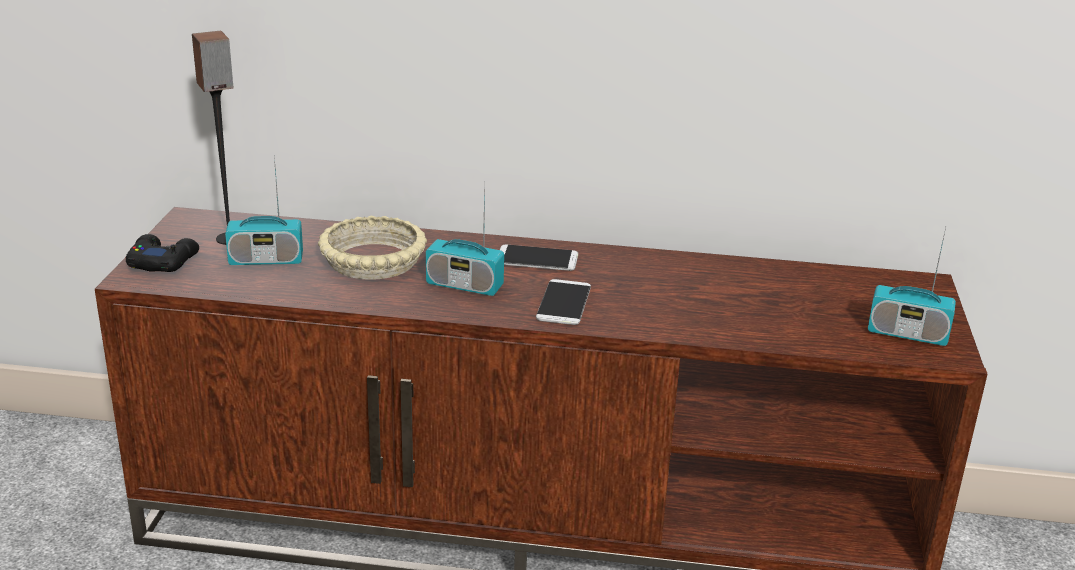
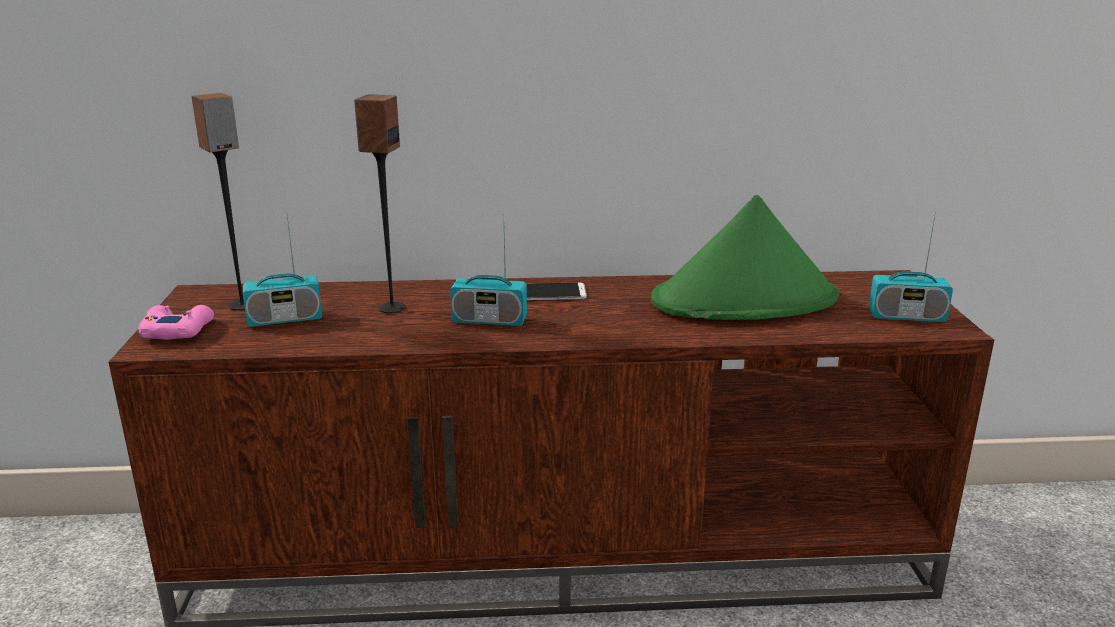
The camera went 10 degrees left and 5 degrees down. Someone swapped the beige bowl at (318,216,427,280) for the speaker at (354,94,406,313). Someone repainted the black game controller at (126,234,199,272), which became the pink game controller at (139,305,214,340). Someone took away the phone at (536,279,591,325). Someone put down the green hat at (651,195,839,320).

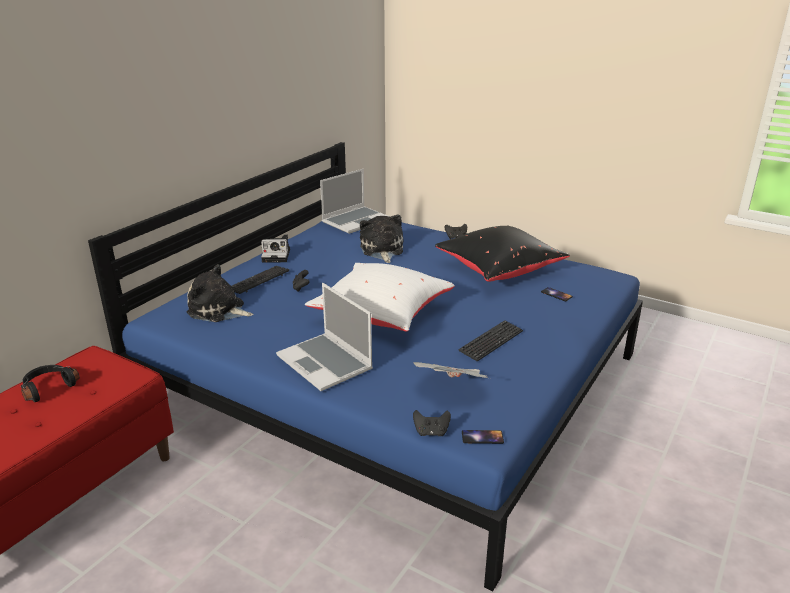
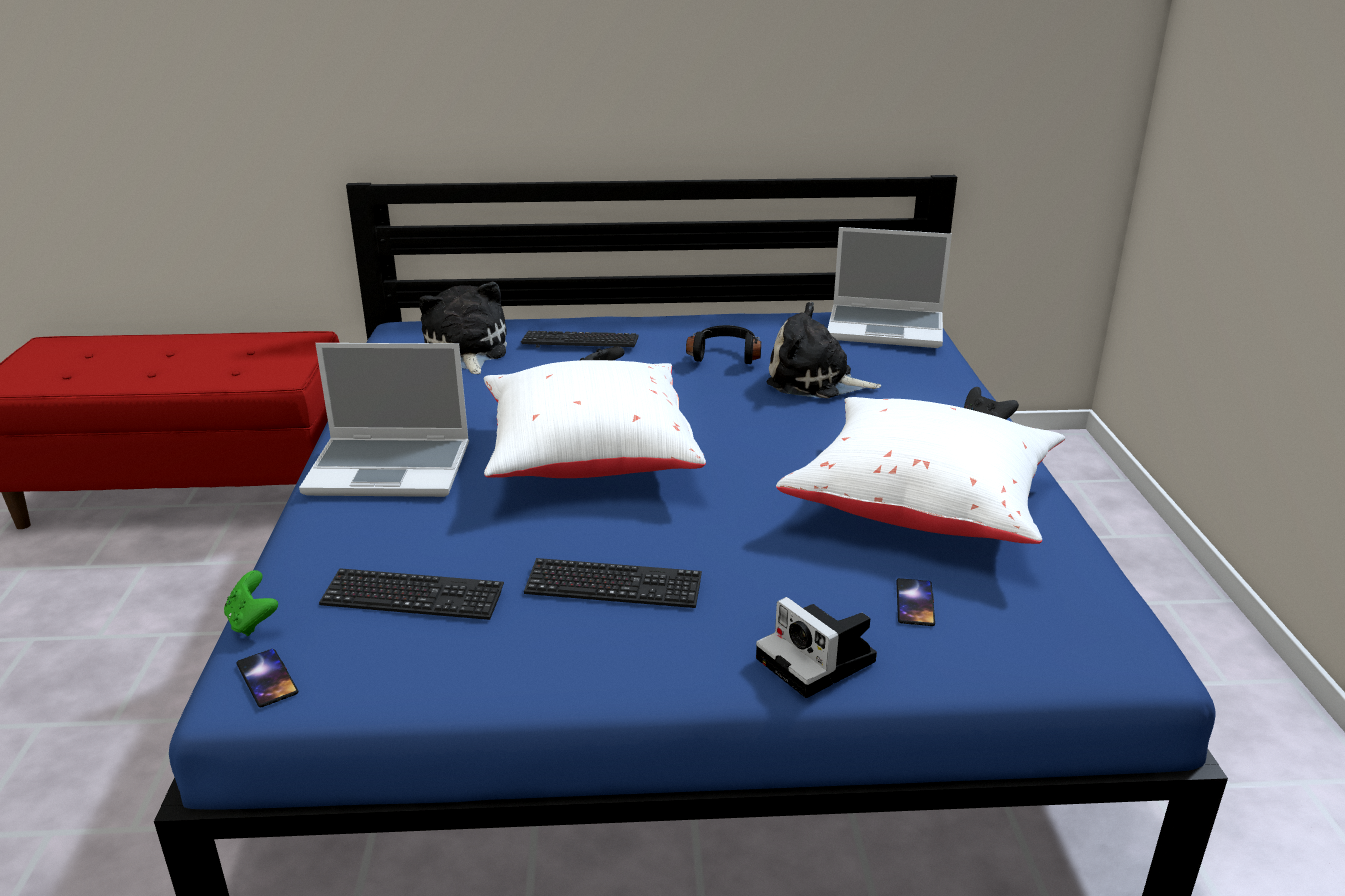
The camera went 55 degrees right and 0 degrees up. Someone rotated the plush toy at (360,215,403,263) by 120 degrees counterclockwise. Someone repainted the black pillow at (435,226,570,282), which became the white pillow at (776,397,1065,544). Someone carried the photo camera from (261,234,290,263) to (756,597,877,698). Someone rotated the laptop at (276,283,373,391) by 105 degrees counterclockwise. Someone swapped the newspaper at (414,362,490,379) for the keyboard at (319,568,504,620). Someone carried the black headphones from (21,365,80,402) to (686,325,761,364). Someone repainted the black game controller at (413,410,451,436), which became the green game controller at (224,570,278,636).

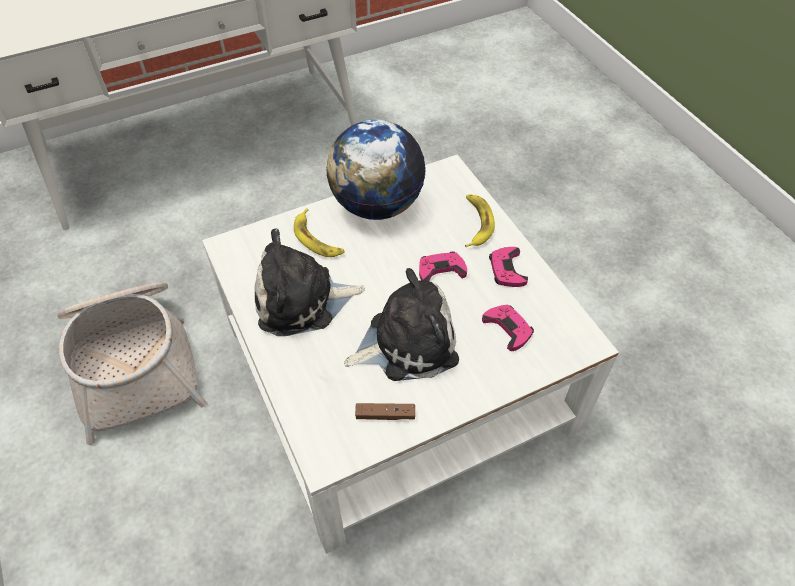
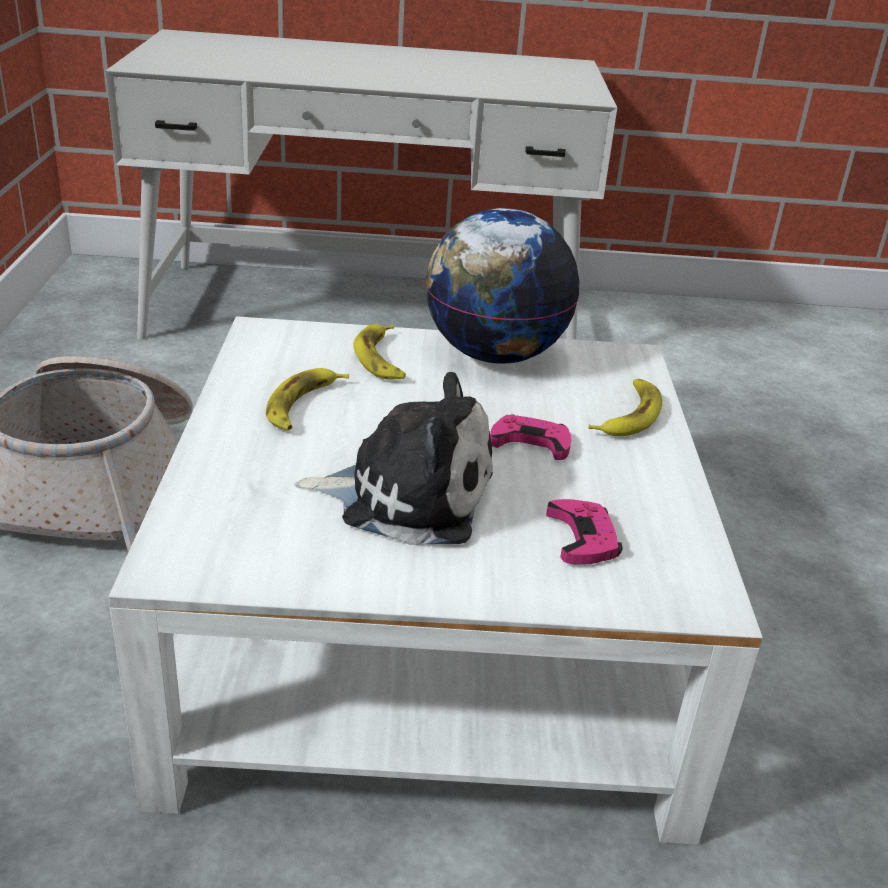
The camera went 25 degrees right and 20 degrees down. Someone swapped the plush toy at (254,228,365,336) for the banana at (266,368,349,430). Someone took away the pink game controller at (489,247,528,287). Someone took away the brown game controller at (355,403,415,420).

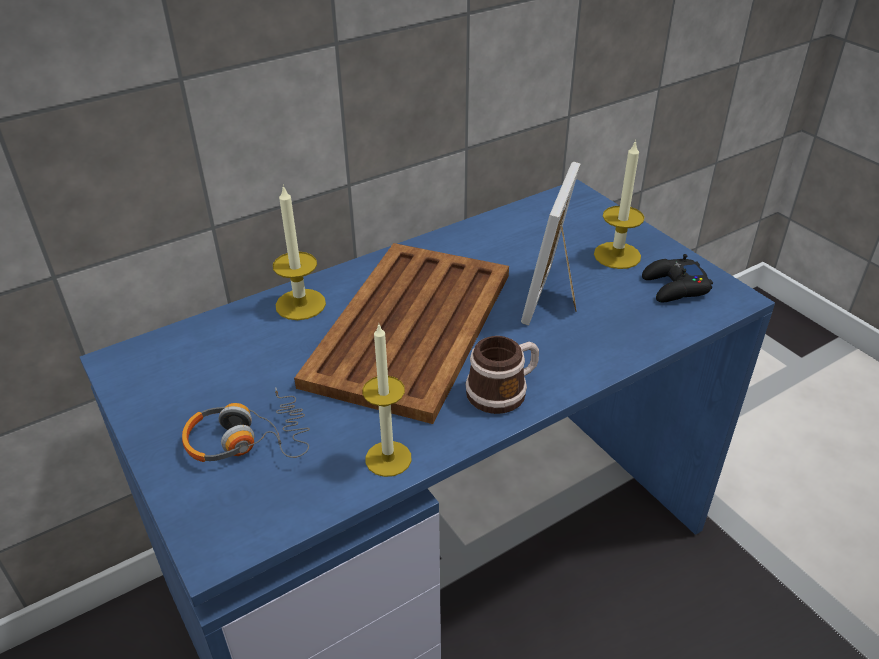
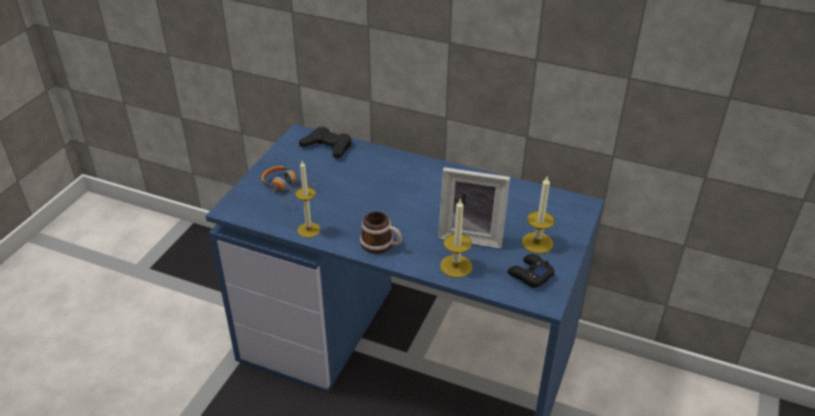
The camera went 55 degrees right and 0 degrees up. Someone rotated the picture frame at (521,162,580,326) by 150 degrees counterclockwise. Someone carried the candle from (273,185,326,320) to (440,198,472,278). Someone took away the brown tray at (294,243,509,424). Someone put down the black game controller at (299,127,351,159).

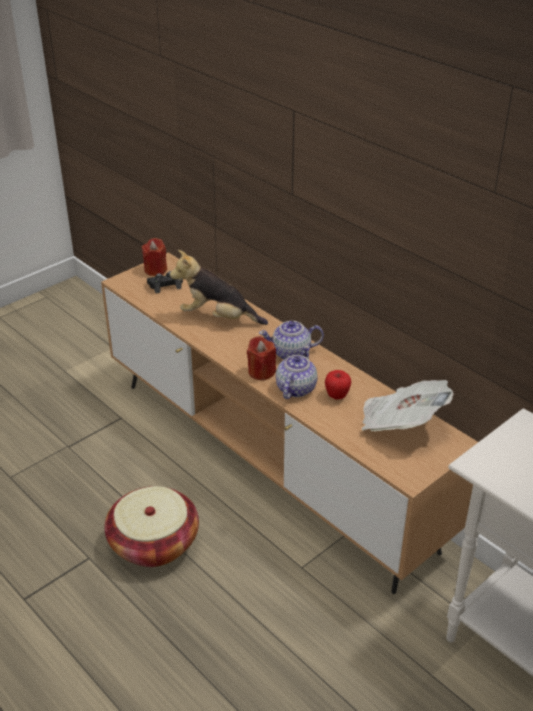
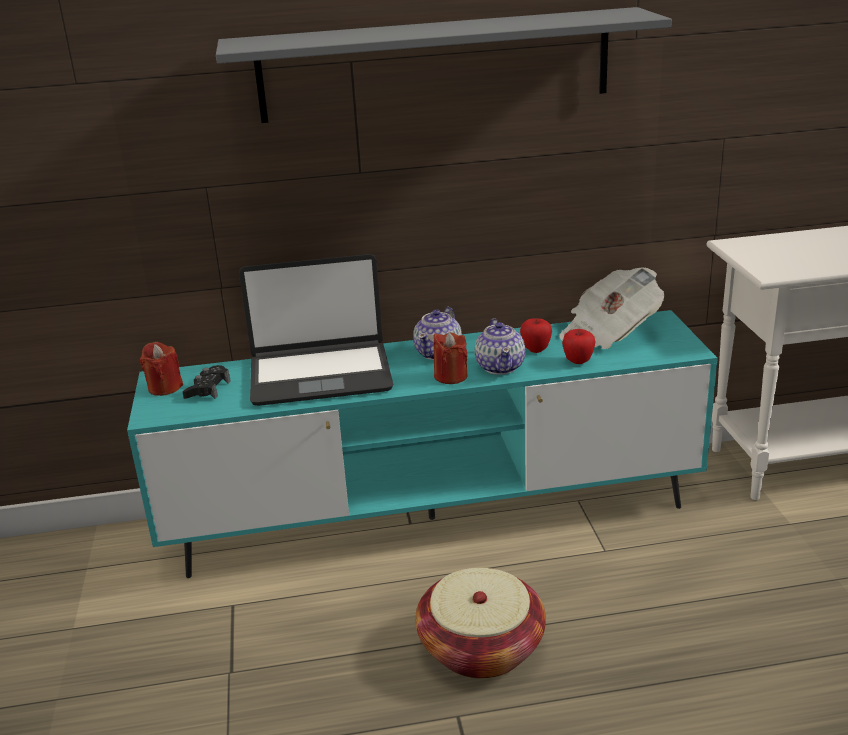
The camera went 55 degrees left and 10 degrees down. Someone swapped the plush toy at (170,250,268,325) for the laptop at (239,254,393,406). Someone repainted the brown tv stand at (101,252,478,594), which became the turquoise tv stand at (127,310,718,578). Someone rotated the teapot at (276,346,318,399) by 150 degrees counterclockwise. Someone put up the grey shelf at (216,7,672,123). Someone put down the apple at (562,329,596,364).

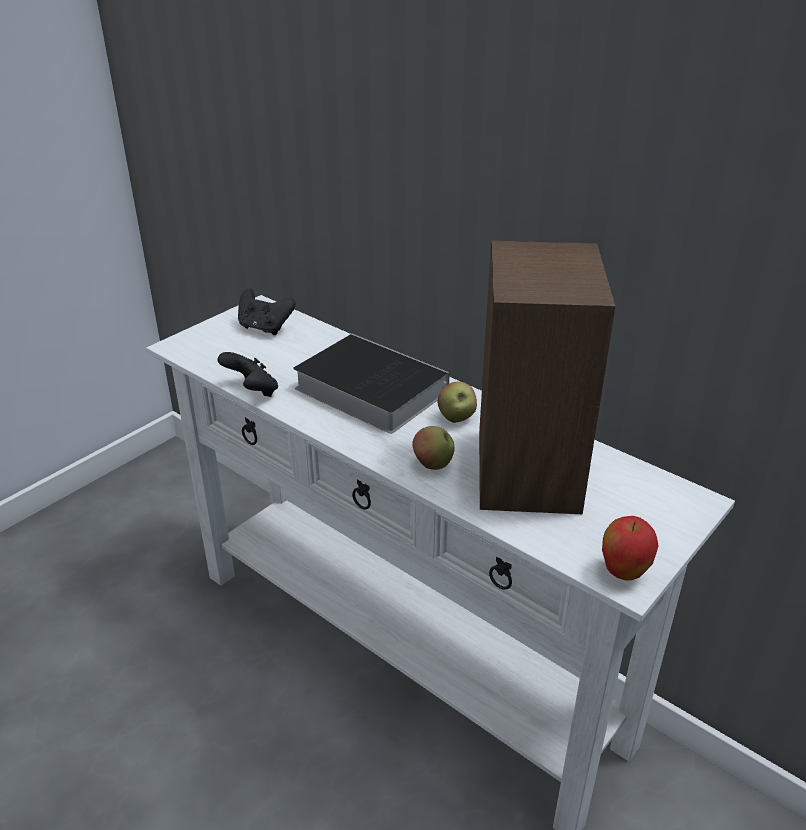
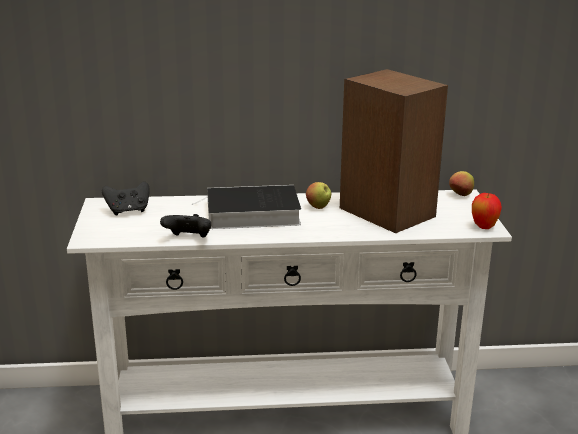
The camera went 45 degrees left and 10 degrees down. Someone carried the apple from (412,426,455,470) to (449,171,474,196).

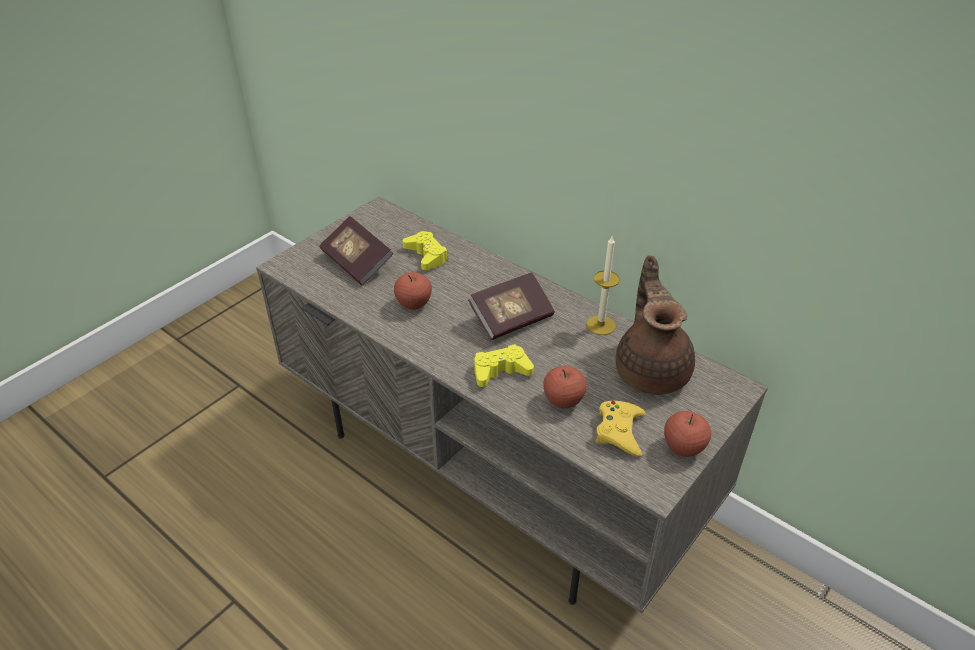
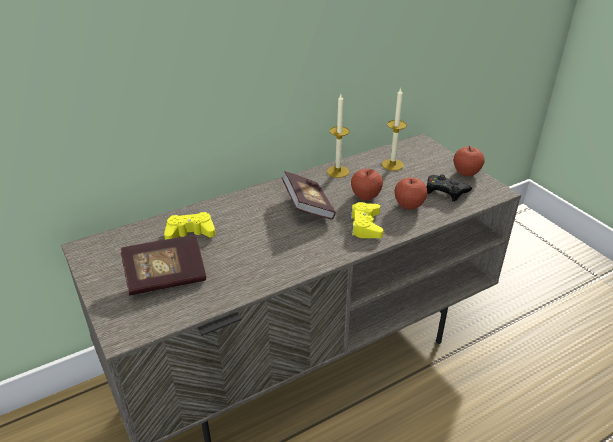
The camera went 70 degrees left and 5 degrees down. Someone swapped the brown teapot at (616,255,695,395) for the candle at (382,88,407,171). Someone carried the apple from (394,272,432,310) to (351,169,383,201). Someone repainted the yellow game controller at (596,401,646,457), which became the black game controller at (427,174,472,202).

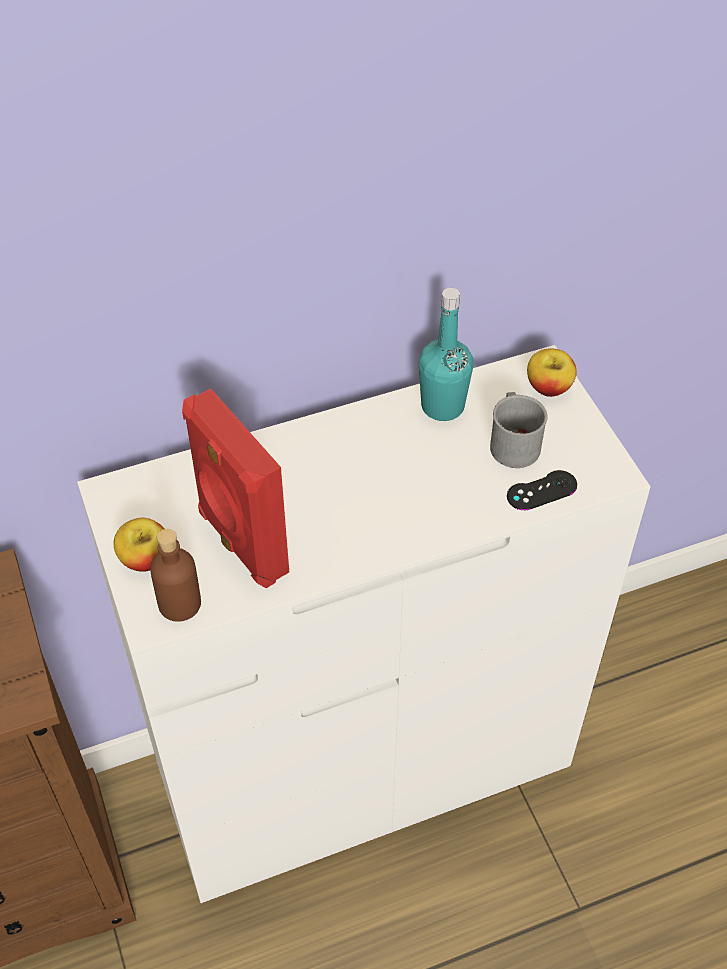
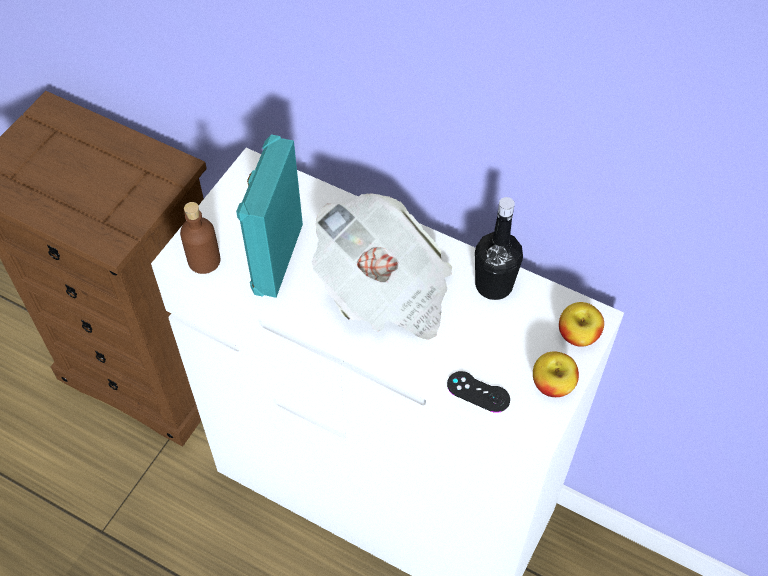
The camera went 50 degrees right and 5 degrees up. Someone repainted the turquoise bottle at (419,288,473,421), which became the black bottle at (475,197,523,300). Someone repainted the red speaker at (182,388,289,588), which became the turquoise speaker at (236,135,303,298). Someone took away the grey mug at (490,392,548,468). Someone carried the apple from (114,518,164,572) to (533,351,579,397). Someone put down the newspaper at (312,194,452,340).

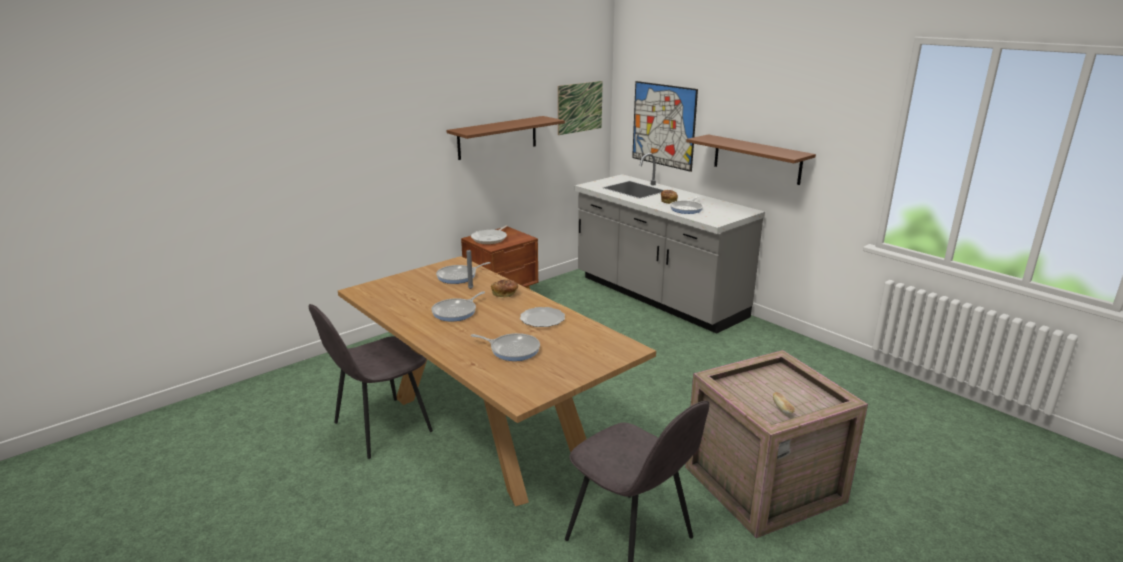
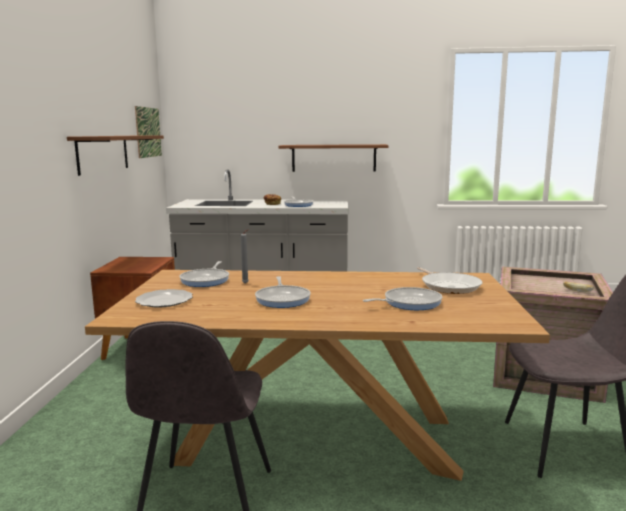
The camera went 45 degrees left and 10 degrees down. Someone took away the picture at (632,81,698,172). Someone carried the frying pan from (471,225,508,244) to (417,267,483,294). Someone took away the bread at (491,279,518,298). Someone carried the plate from (520,307,565,327) to (135,289,193,308).

